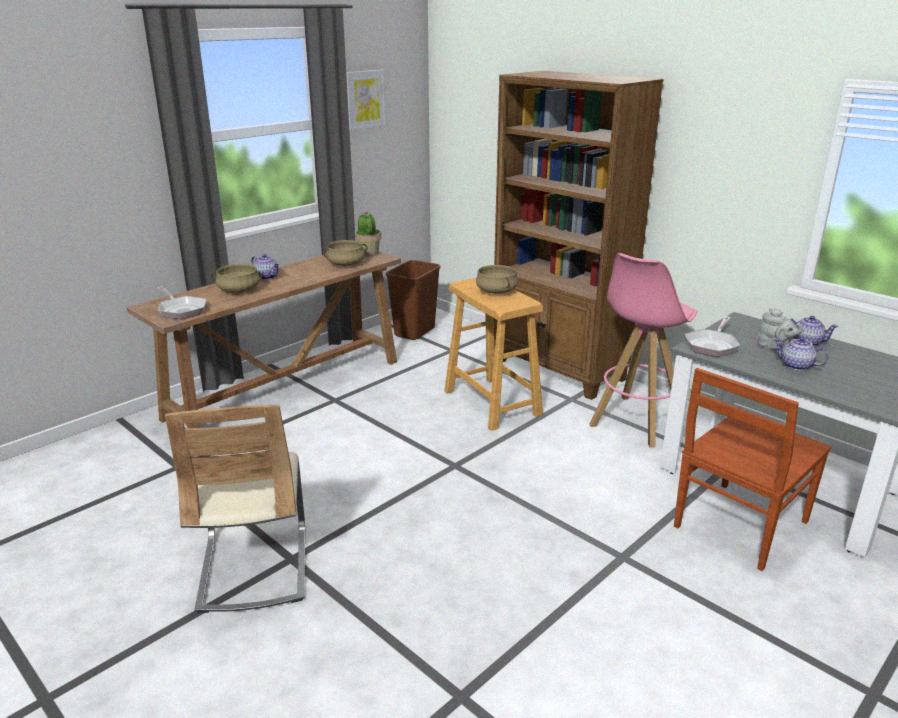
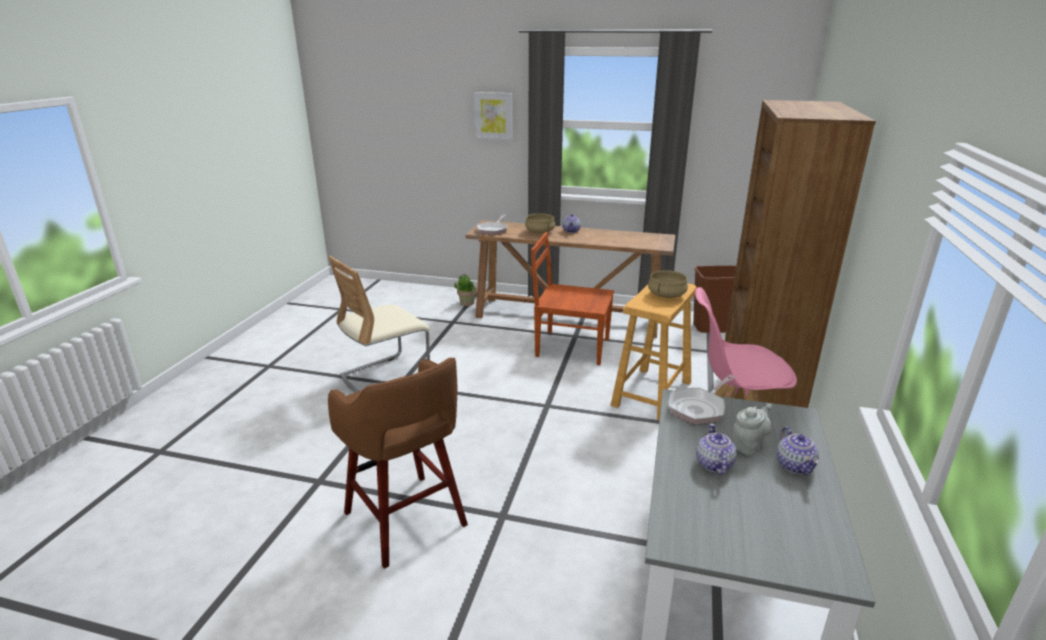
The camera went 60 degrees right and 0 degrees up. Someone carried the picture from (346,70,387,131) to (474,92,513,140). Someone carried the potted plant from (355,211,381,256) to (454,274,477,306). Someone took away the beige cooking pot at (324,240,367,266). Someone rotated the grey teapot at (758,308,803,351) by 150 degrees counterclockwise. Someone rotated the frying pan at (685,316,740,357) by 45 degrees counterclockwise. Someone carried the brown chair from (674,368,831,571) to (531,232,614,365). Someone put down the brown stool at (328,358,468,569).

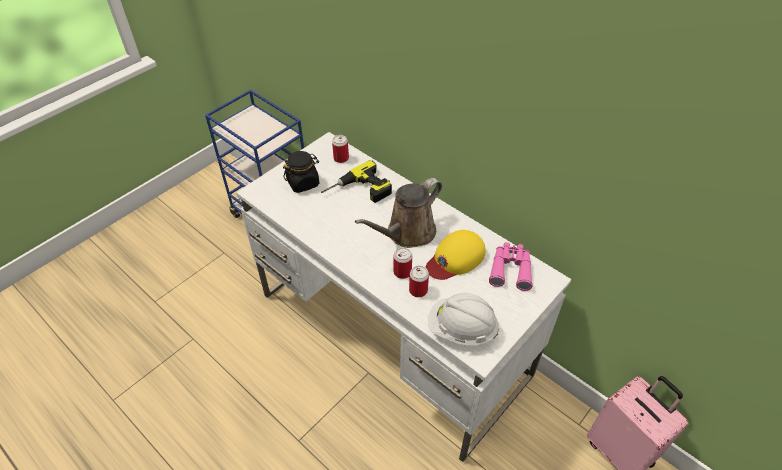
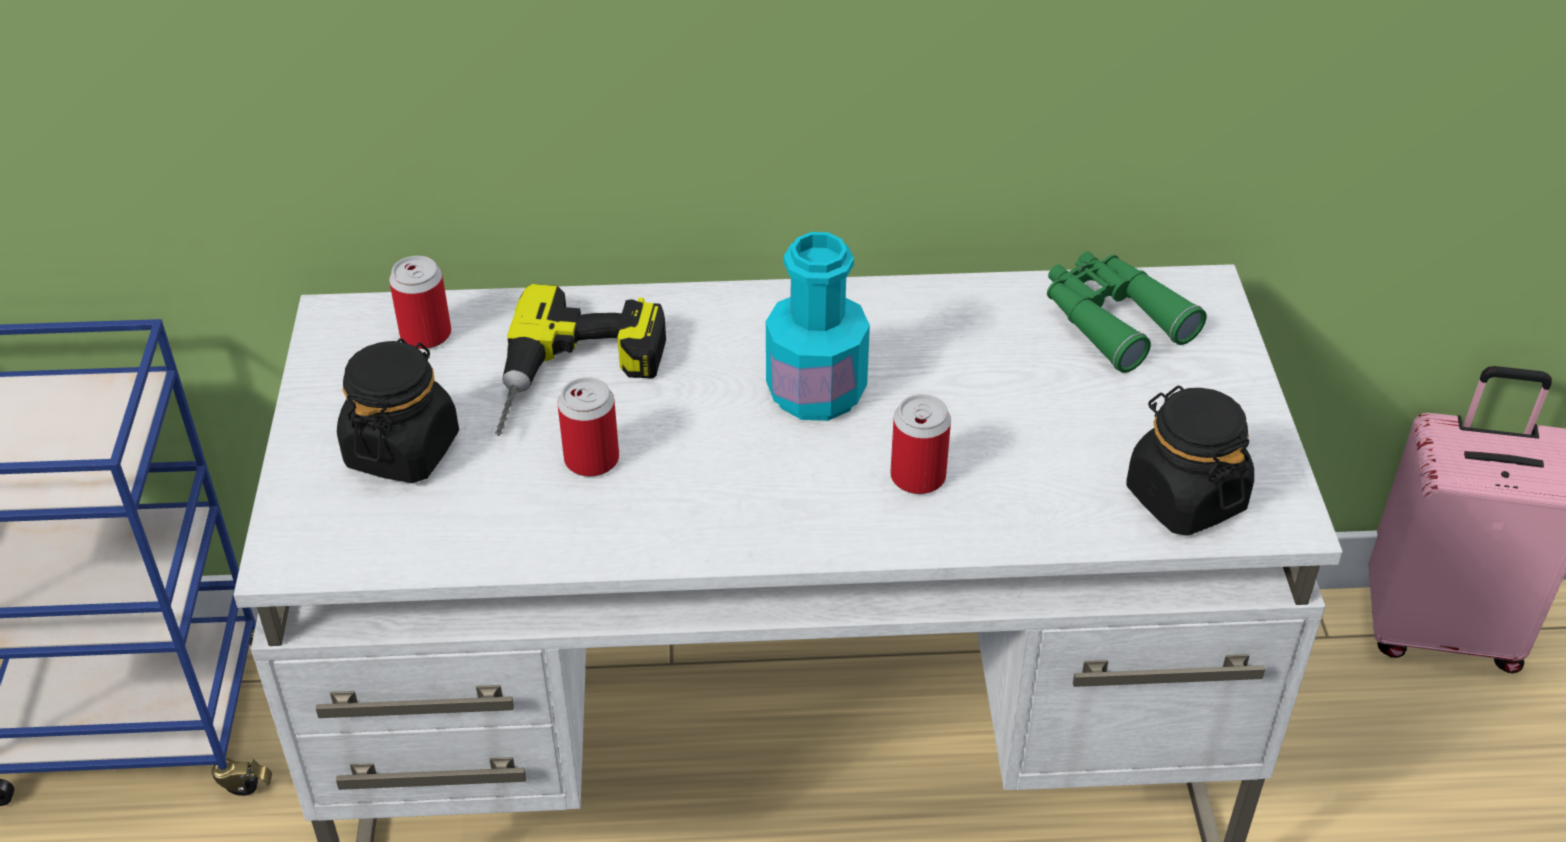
The camera went 45 degrees left and 5 degrees down. Someone swapped the brown watering can at (355,178,442,248) for the turquoise bottle at (766,232,870,421). Someone took away the yellow cap at (425,230,486,280). Someone repainted the pink binoculars at (489,242,533,291), which became the green binoculars at (1047,251,1207,373). Someone carried the can from (409,265,429,297) to (557,377,619,477). Someone swapped the white hard hat at (428,293,499,346) for the black jar at (1126,386,1254,536).

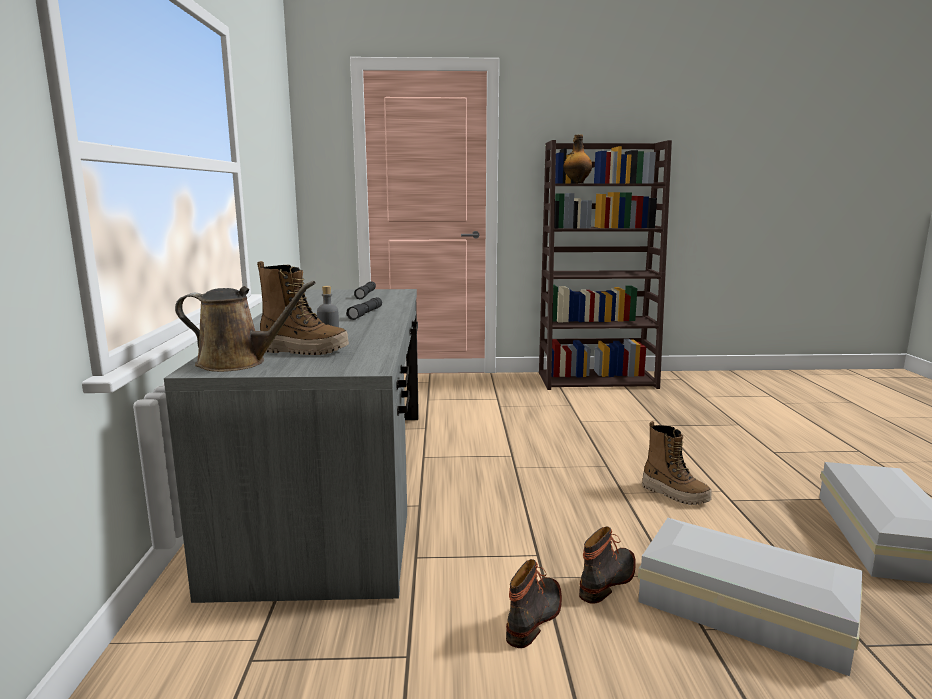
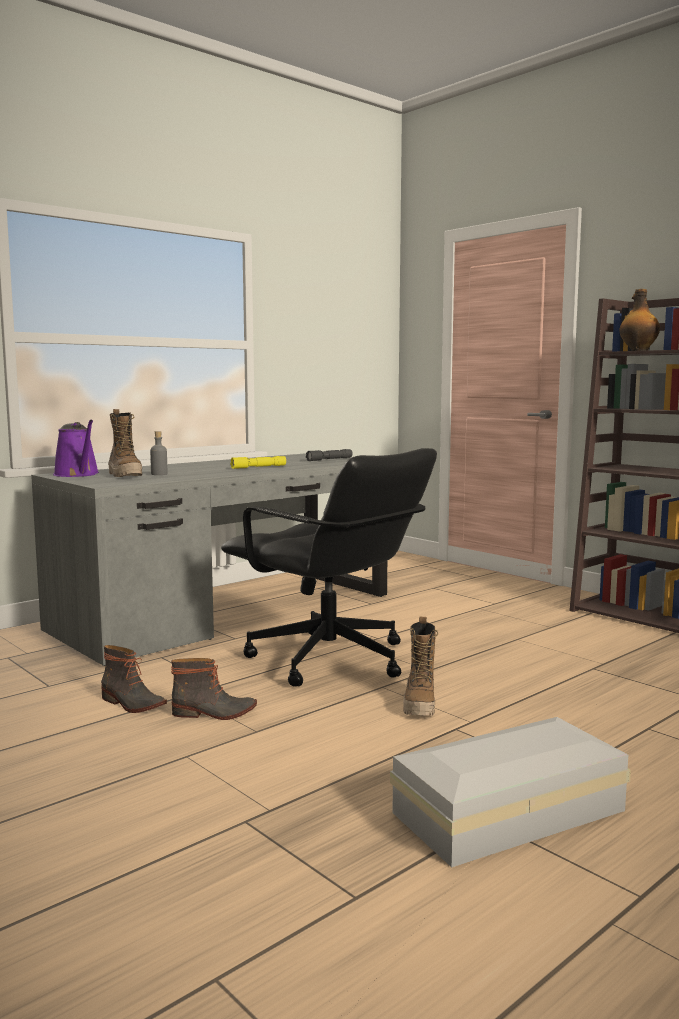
The camera went 50 degrees right and 5 degrees down. Someone repainted the brown watering can at (175,281,316,372), which became the purple watering can at (53,420,99,477). Someone repainted the grey flashlight at (346,297,382,320), which became the yellow flashlight at (230,456,286,469). Someone took away the white storage box at (638,518,863,676). Someone rotated the boot at (506,559,562,648) by 45 degrees clockwise. Someone put down the black office chair at (221,448,437,687).

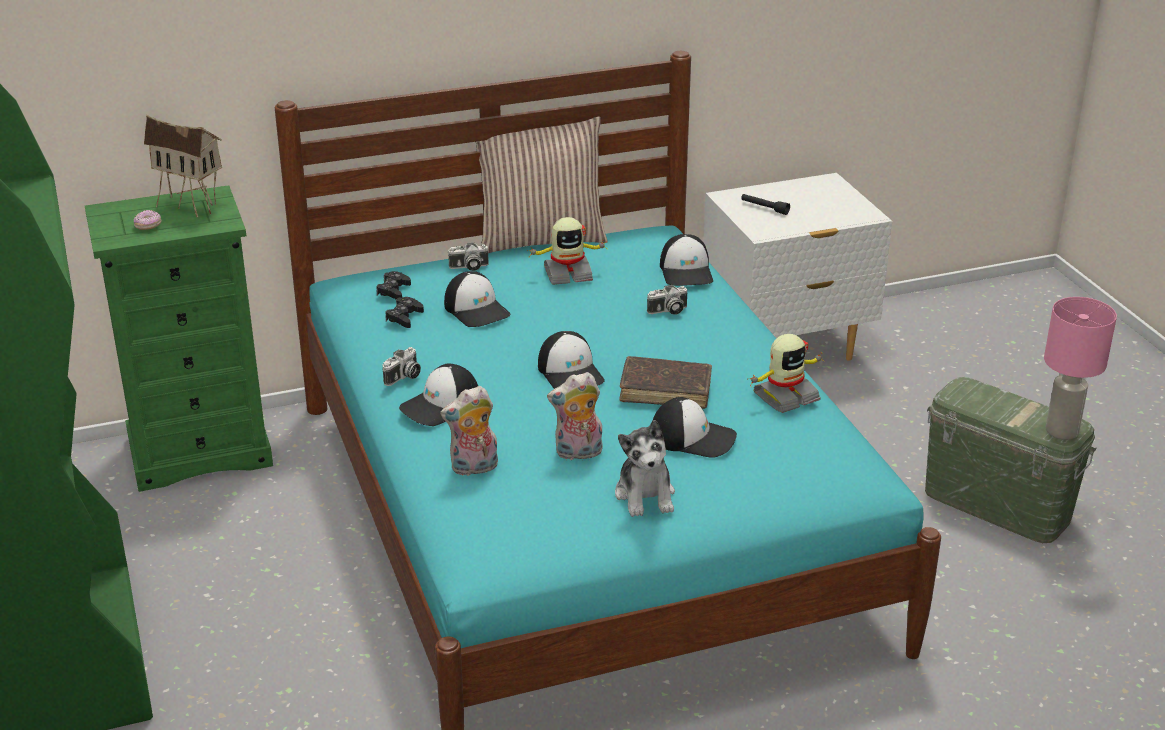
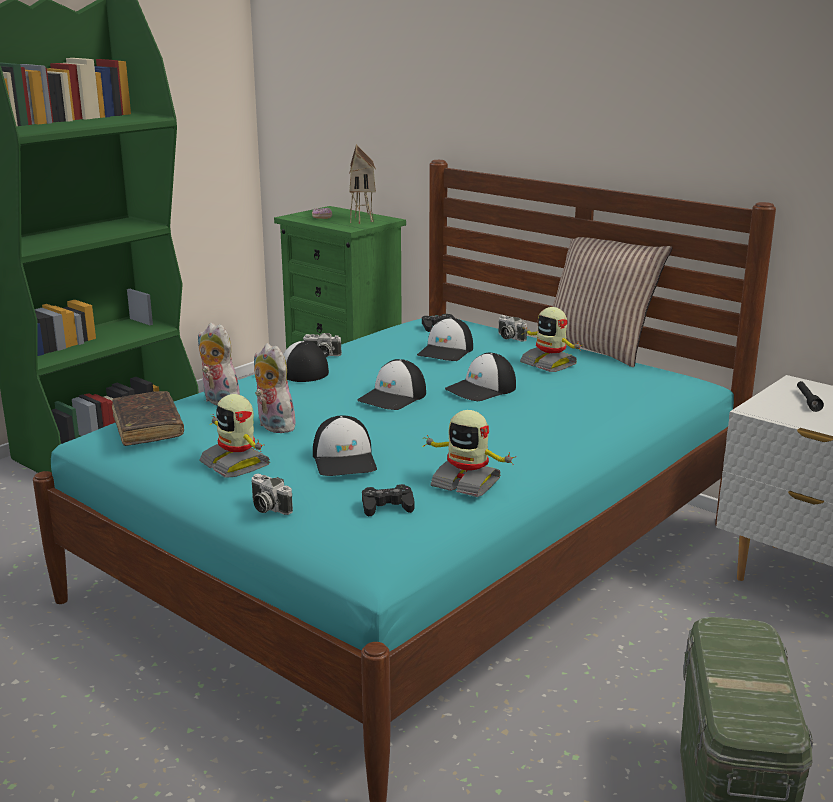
The camera went 60 degrees right and 10 degrees down. Someone carried the cap from (660,234,713,286) to (445,353,516,401). Someone carried the photo camera from (647,285,687,315) to (252,474,293,515). Someone carried the black game controller from (385,297,424,328) to (362,484,414,516). Someone took away the pink table lamp at (1044,297,1117,440). Someone carried the brown book from (620,356,712,409) to (112,391,184,446). Someone swapped the plush toy at (615,420,675,517) for the toy robot at (200,394,270,478).

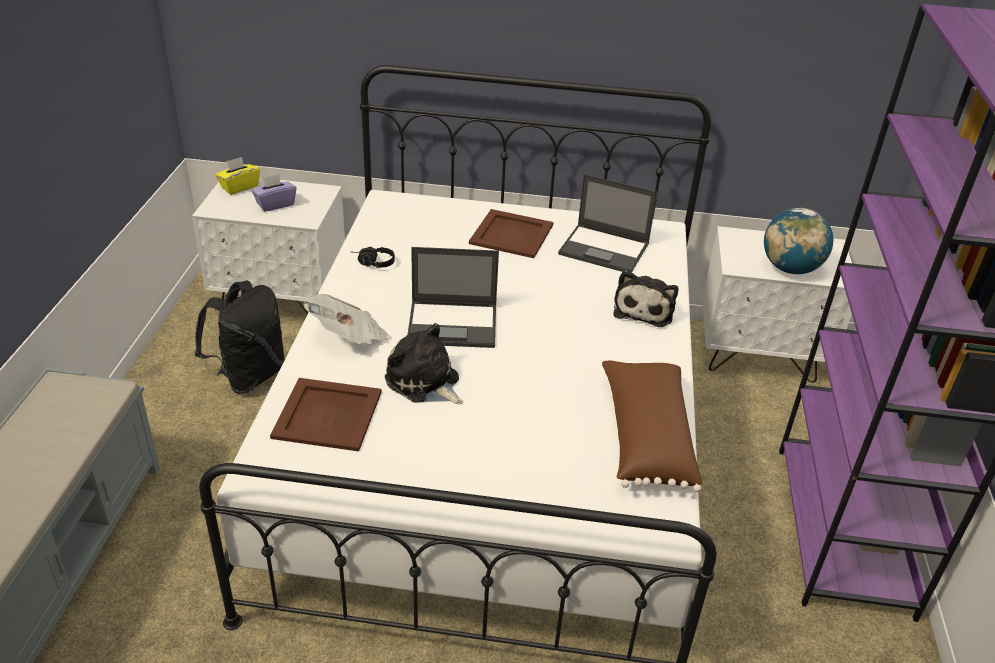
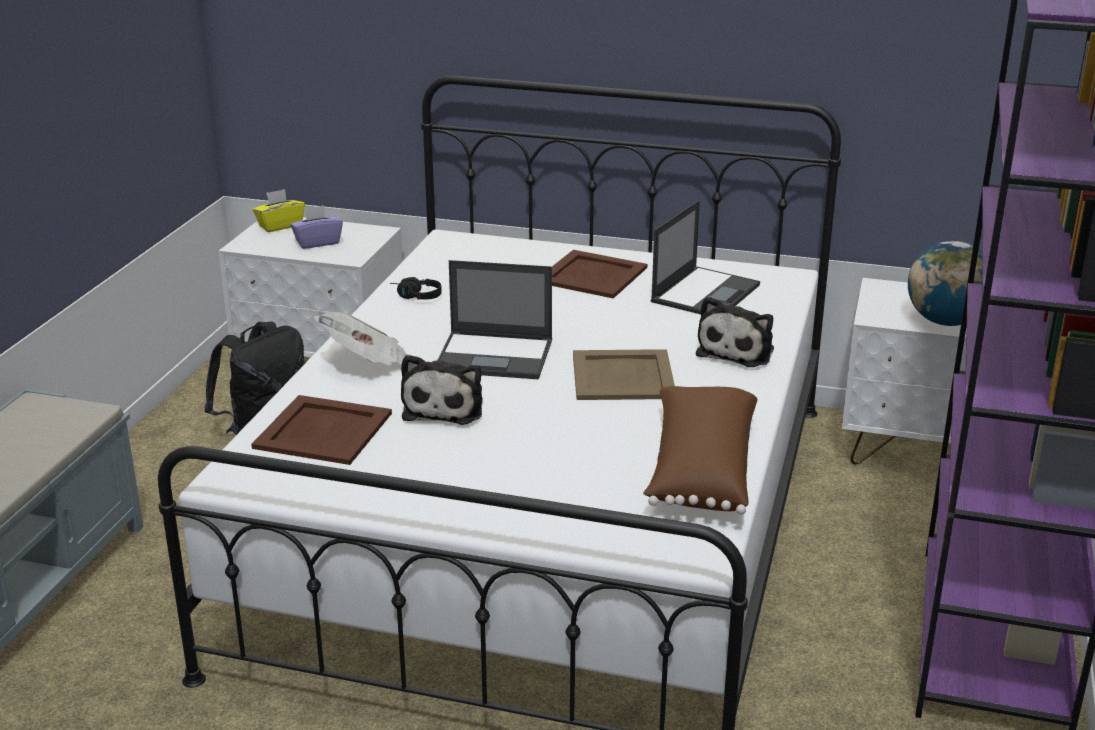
The camera went 10 degrees right and 10 degrees down. Someone rotated the laptop at (558,174,657,273) by 90 degrees counterclockwise. Someone rotated the plush toy at (385,323,463,404) by 135 degrees counterclockwise. Someone put down the beige tray at (573,349,675,400).

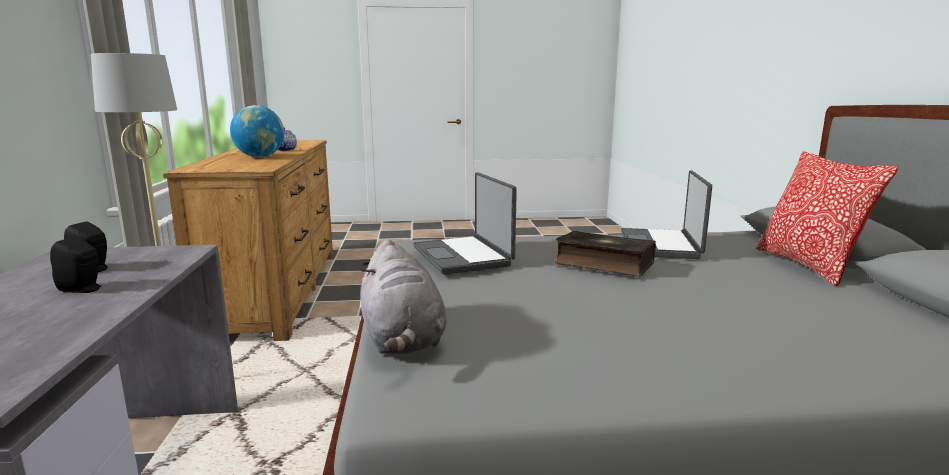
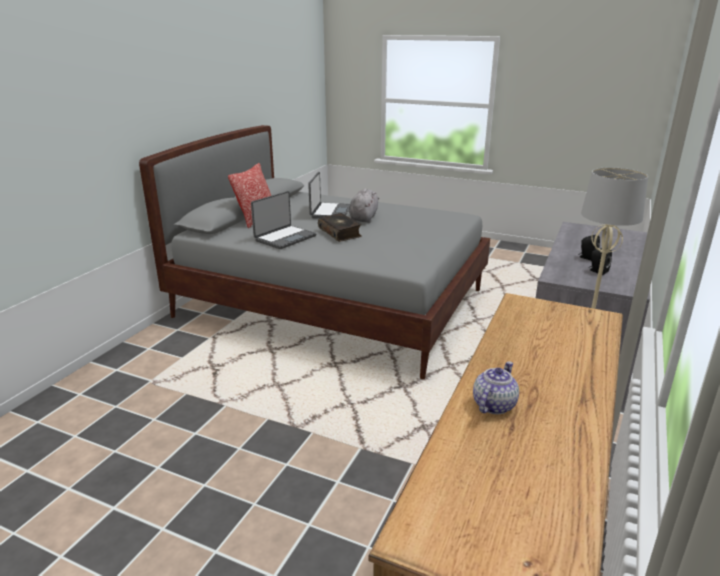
The camera went 150 degrees left and 10 degrees up. Someone took away the globe at (230,105,284,157). Someone carried the laptop from (413,172,517,275) to (308,172,350,219). Someone carried the grey plush toy from (360,239,446,354) to (349,189,379,223).

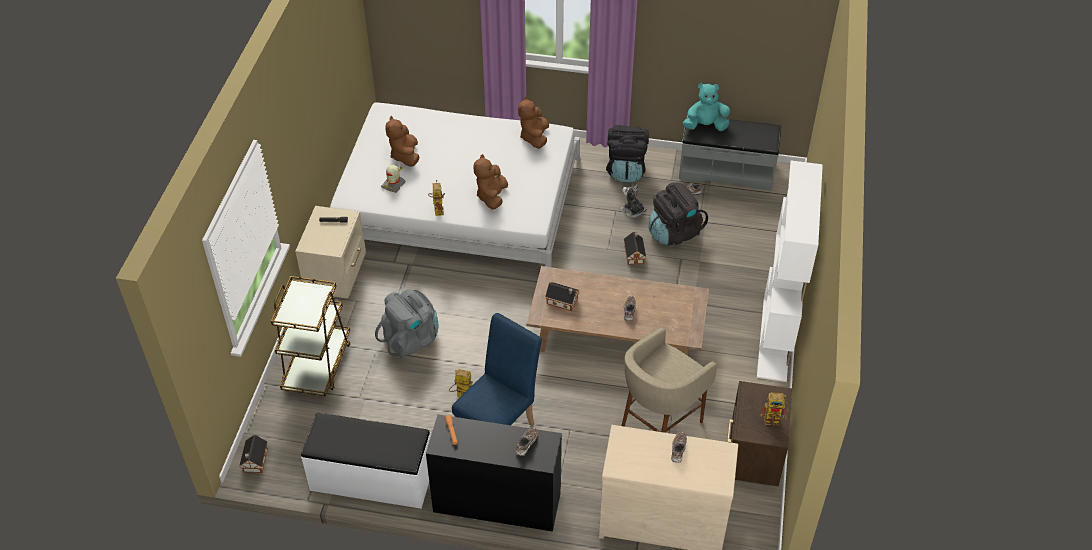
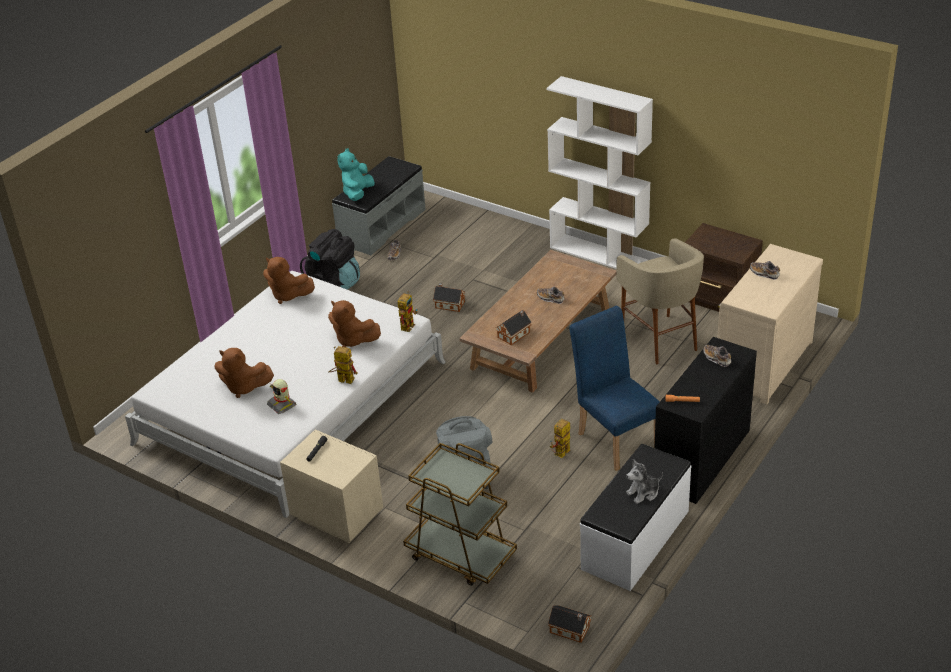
The camera went 65 degrees left and 10 degrees down. Someone took away the black backpack at (649,182,708,245). Someone carried the plush toy from (620,184,647,218) to (626,459,663,504). Someone carried the toy robot from (760,393,788,425) to (398,291,417,332).

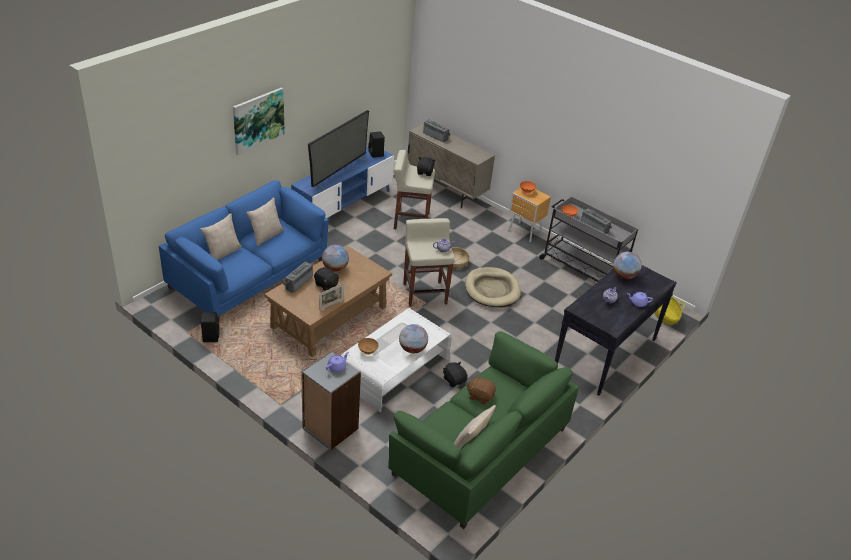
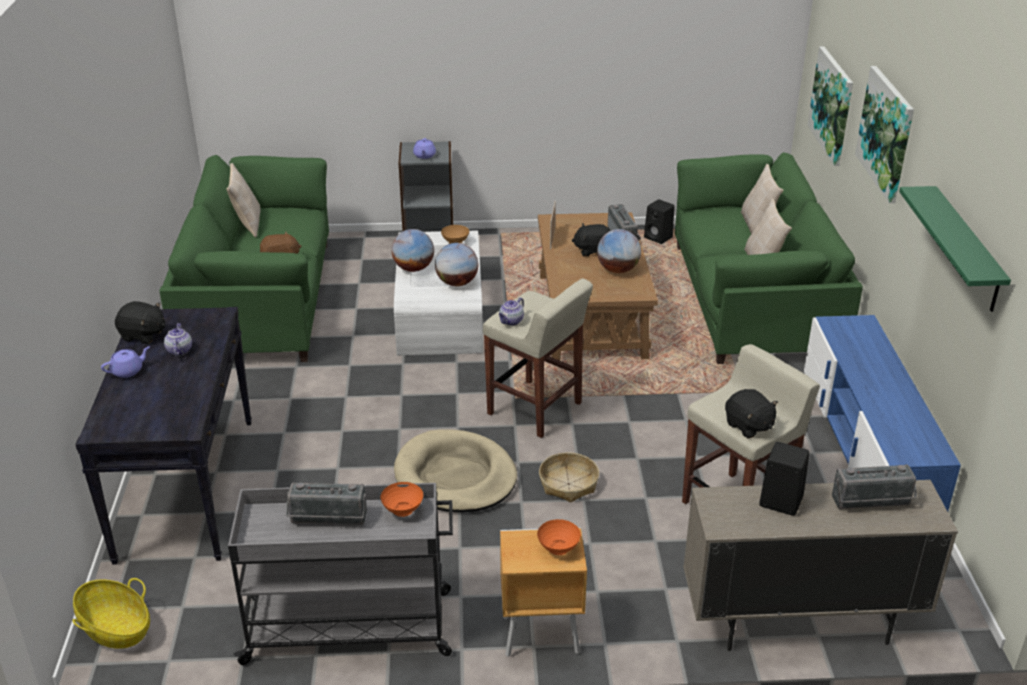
The camera went 140 degrees right and 5 degrees down. Someone took away the television at (308,110,369,190). Someone carried the black speaker from (368,131,385,158) to (759,442,809,516). Someone repainted the blue sofa at (159,180,329,323), which became the green sofa at (675,153,863,364). Someone carried the globe from (613,252,642,279) to (435,243,478,286). Someone carried the black plush toy from (443,362,468,387) to (115,301,166,344). Someone put up the picture at (807,46,853,166). Someone put up the green shelf at (899,186,1011,312).

